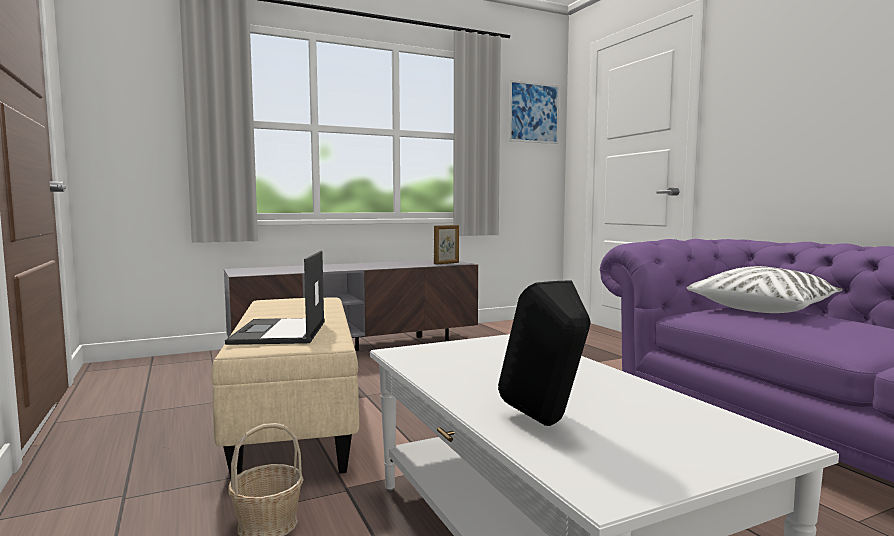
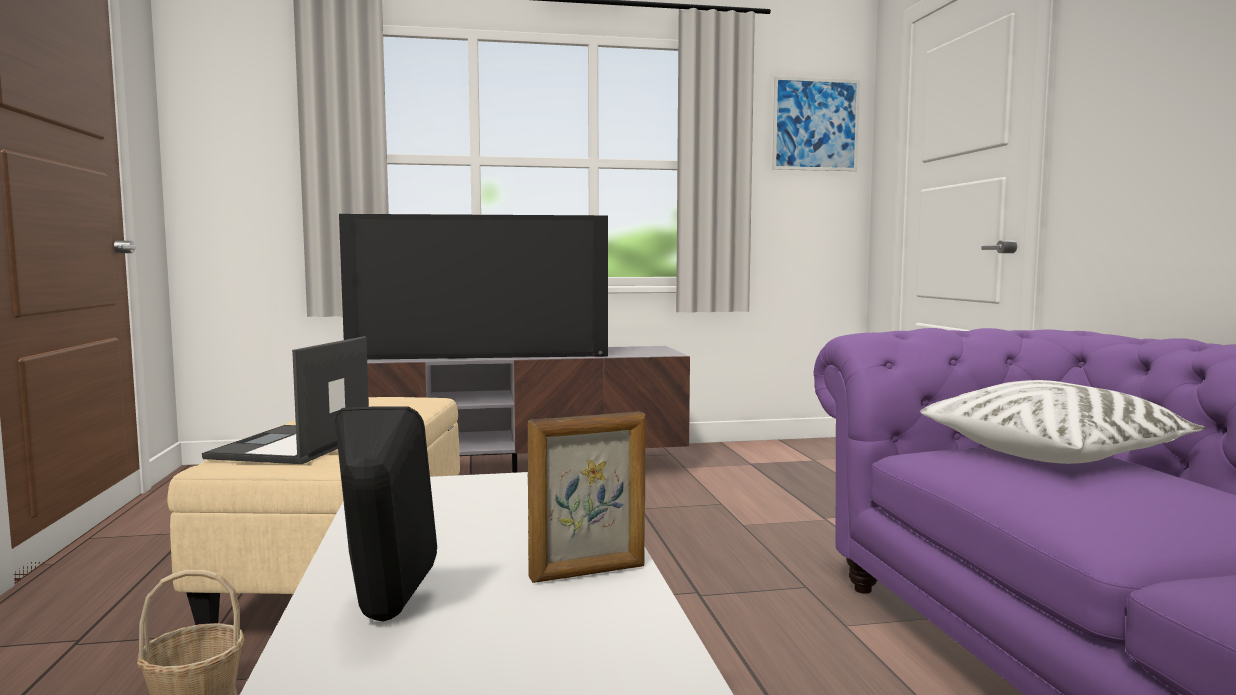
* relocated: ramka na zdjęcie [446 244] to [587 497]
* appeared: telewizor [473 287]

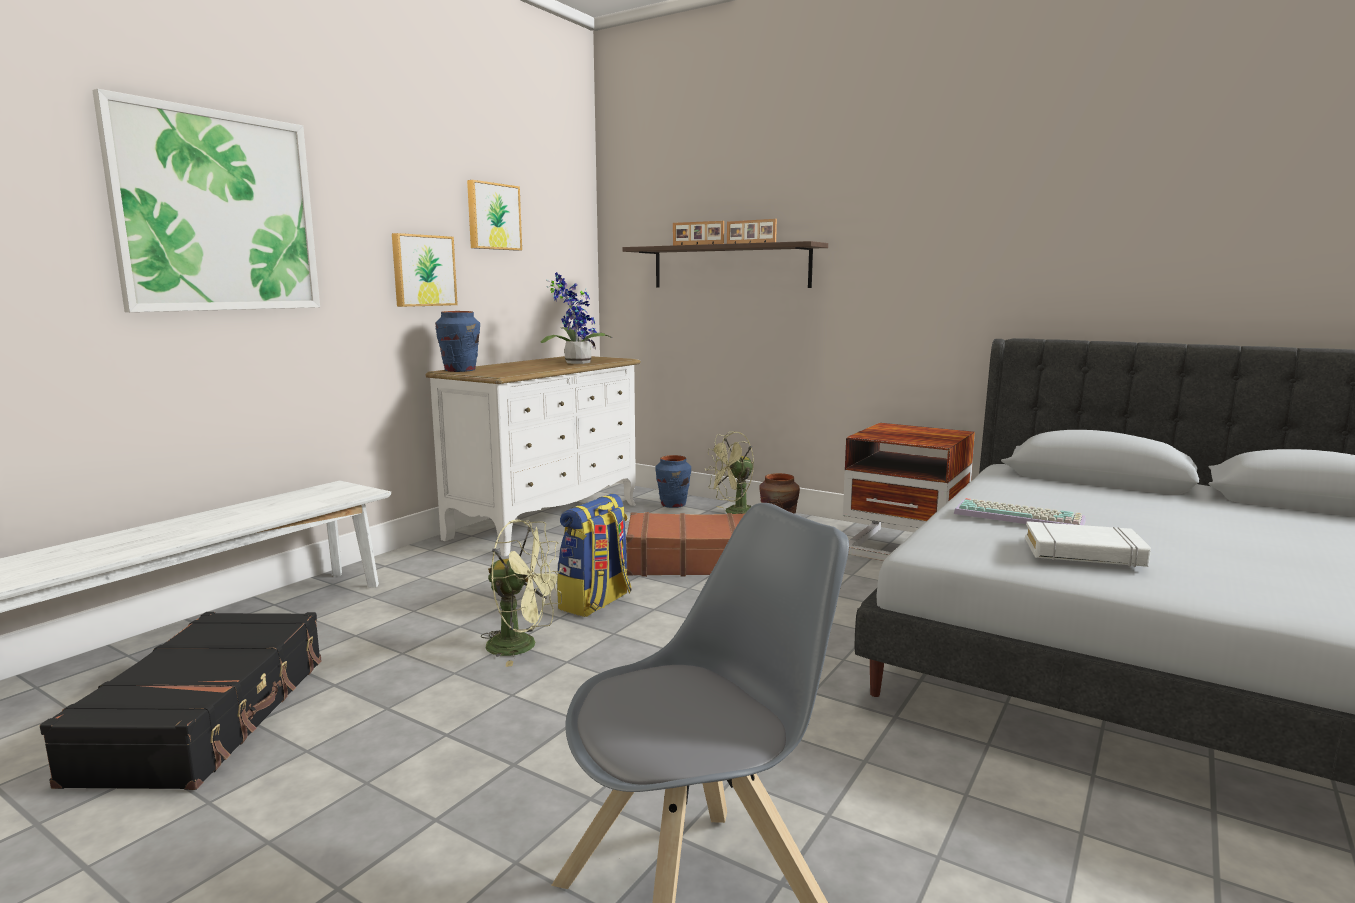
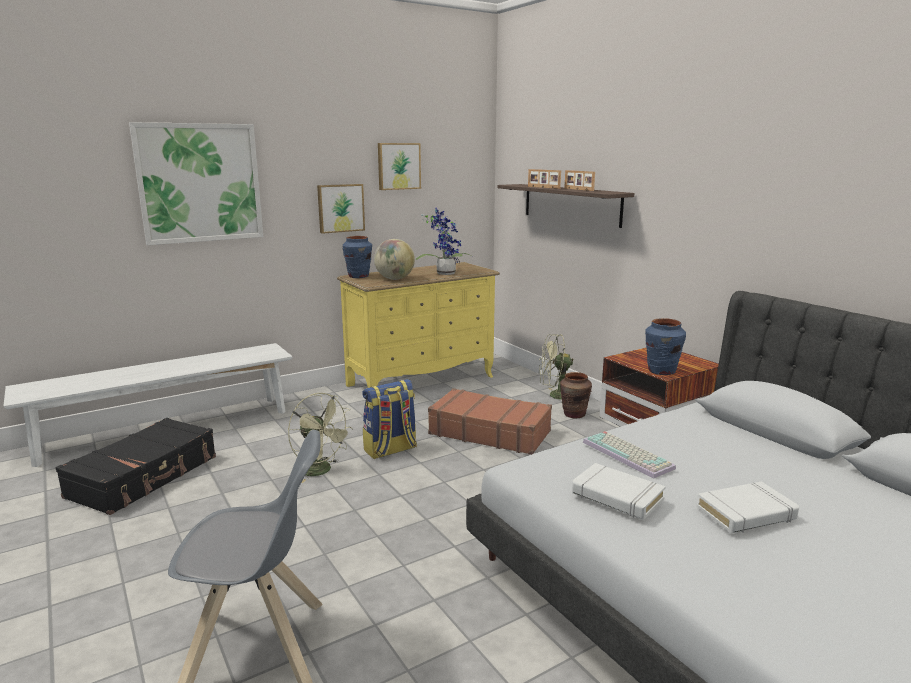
* colour: komoda (biały) [533 456] to komoda (żółty) [418 325]
* relocated: wazon (niebieski) [673 481] to [665 346]
* appeared: globus [394 259]
* appeared: książka (biały) [747 507]

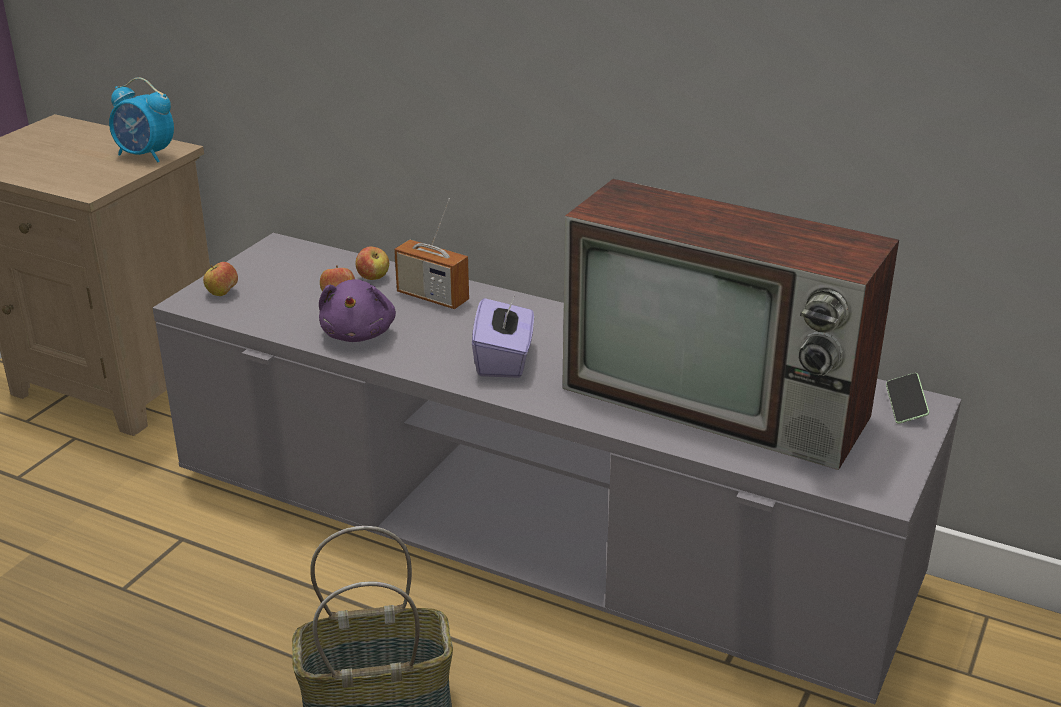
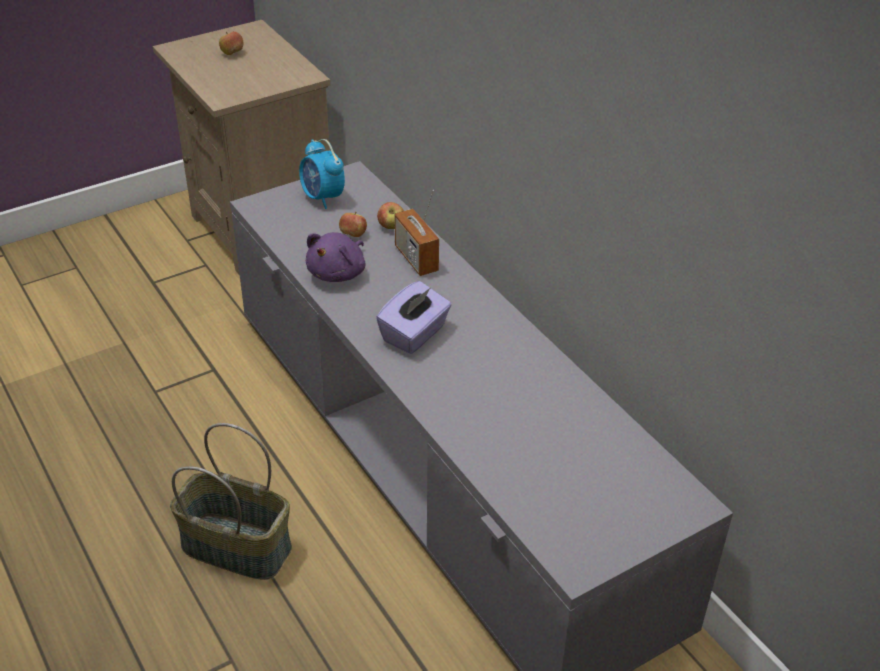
* relocated: budzik [141 119] to [322 174]
* relocated: jabłko [220 279] to [231 43]
* missing: telewizor [730 324]
* missing: telefon [907 398]

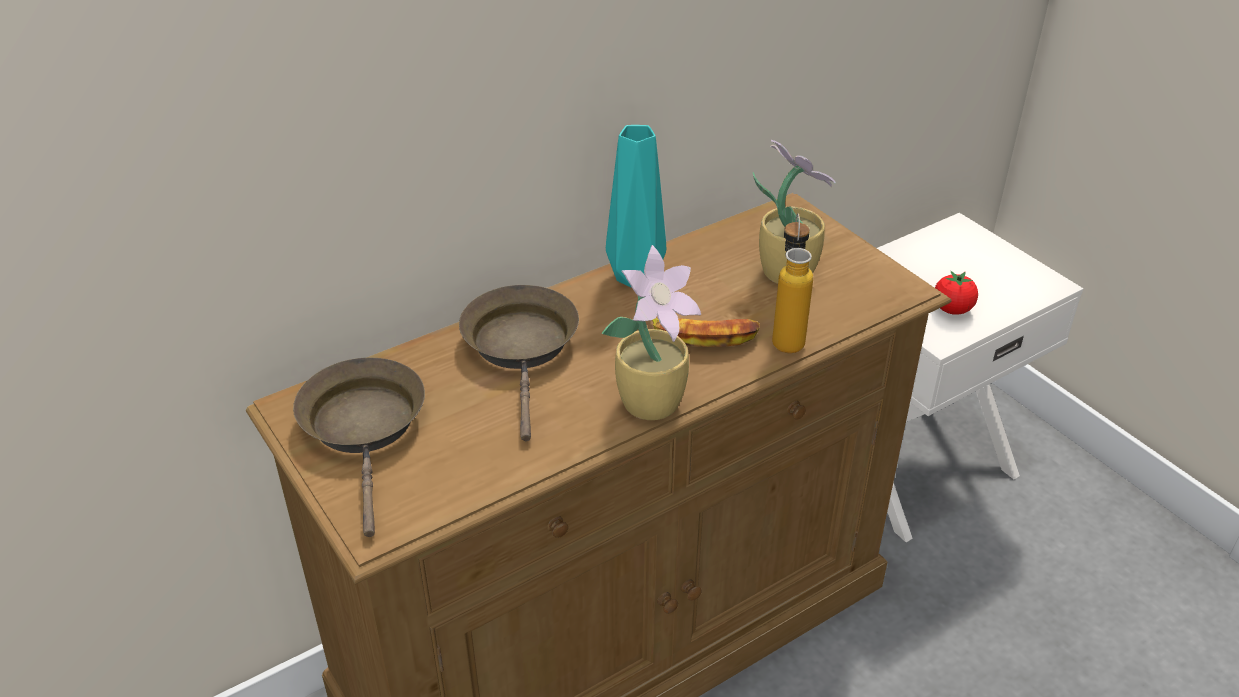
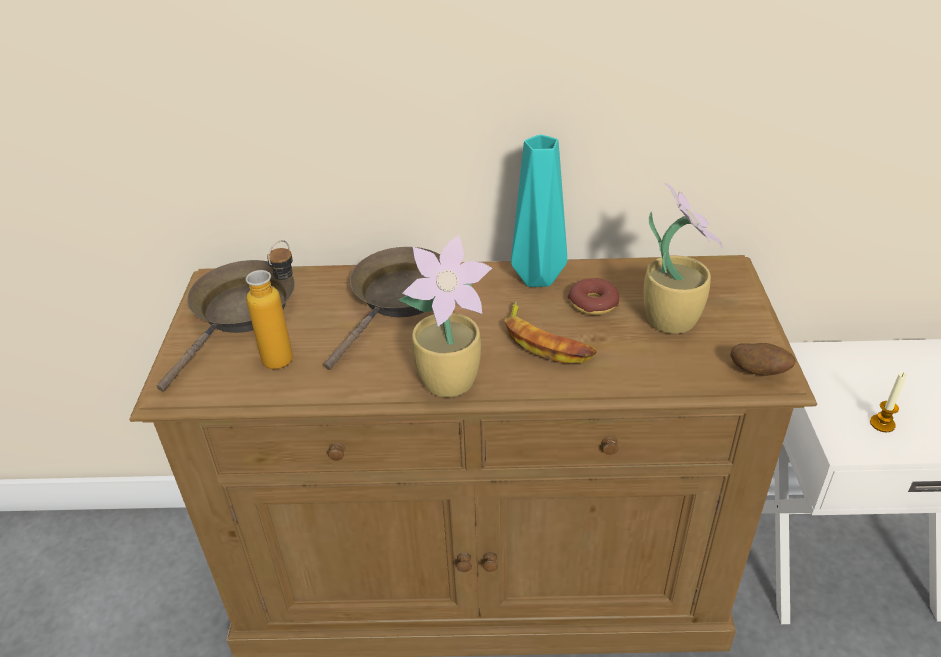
* relocated: butelka [792 283] to [269 304]
* exchanged: pomidor [956 293] to świeca [888 402]
* appeared: donut [593 296]
* appeared: ziemniak [763 359]

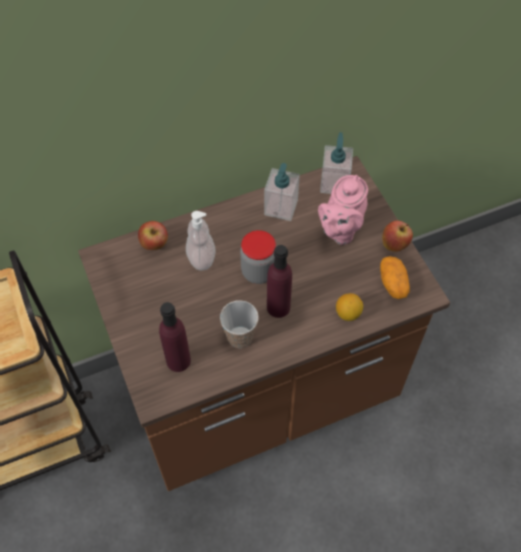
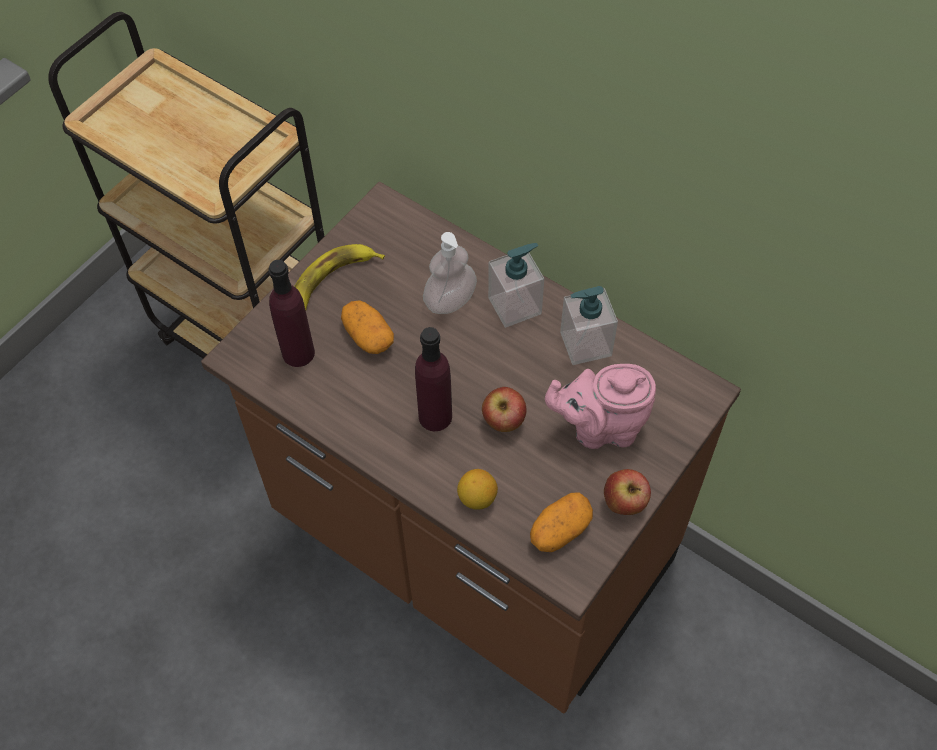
* relocated: jabłko [153 235] to [504 409]
* missing: filiżanka [239 324]
* missing: słoik [258 257]
* relocated: dozownik mydła [336 163] to [516 285]
* appeared: banan [339 277]
* appeared: ziemniak [367 327]

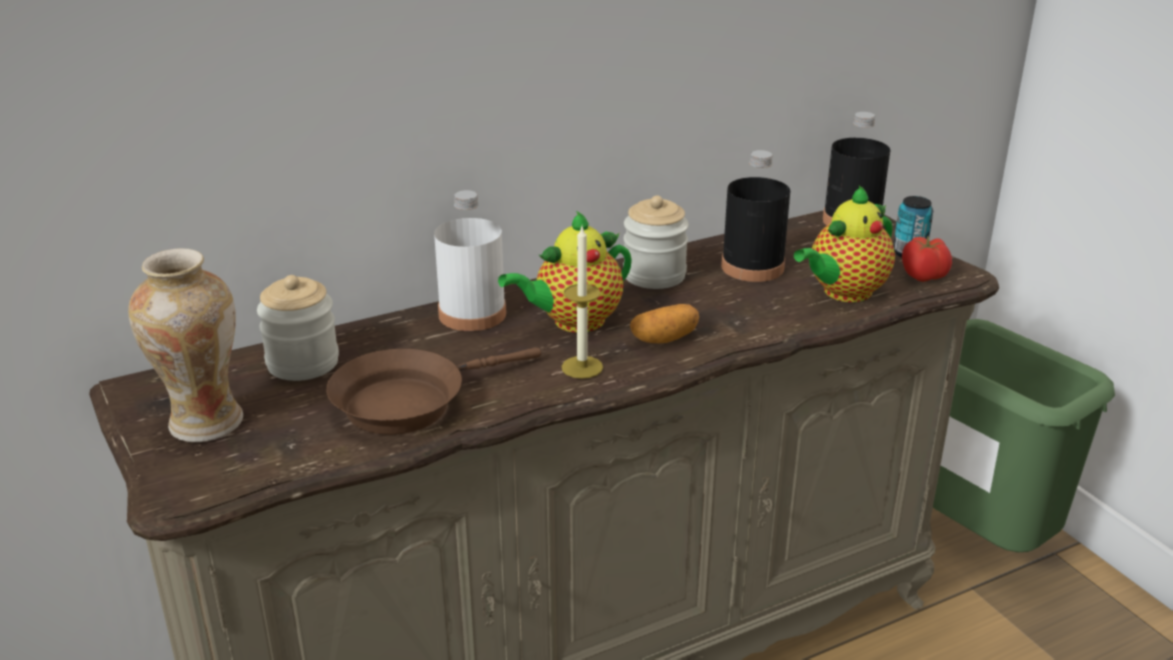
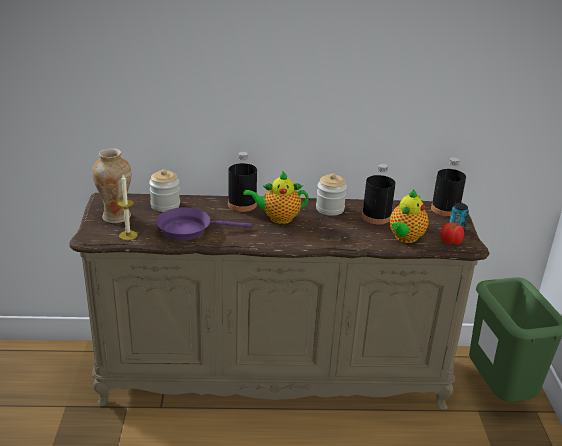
* colour: patelnia (brązowy) [433 391] to patelnia (fioletowy) [203 224]
* colour: butelka (biały) [470 260] to butelka (czarny) [242 182]
* relocated: świeca [582 303] to [127 207]
* missing: ziemniak [664 323]
* spun: imbryk [844 244] = [409 216] 45 degrees counterclockwise

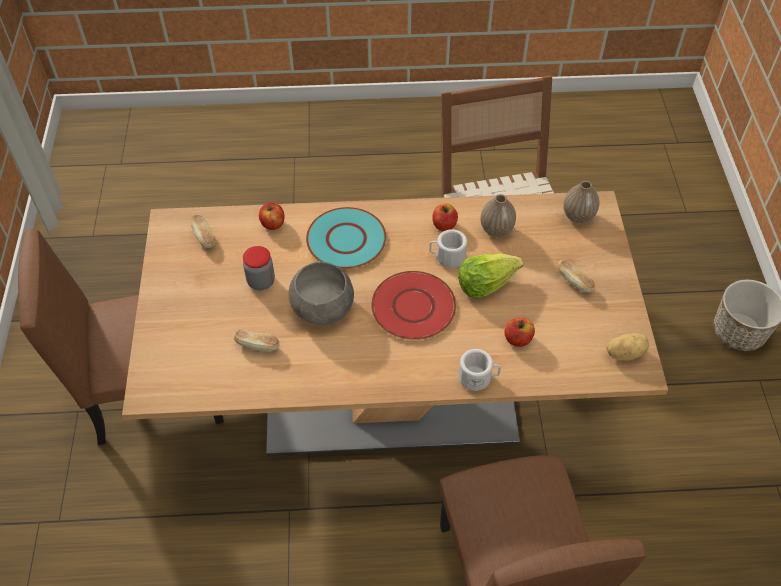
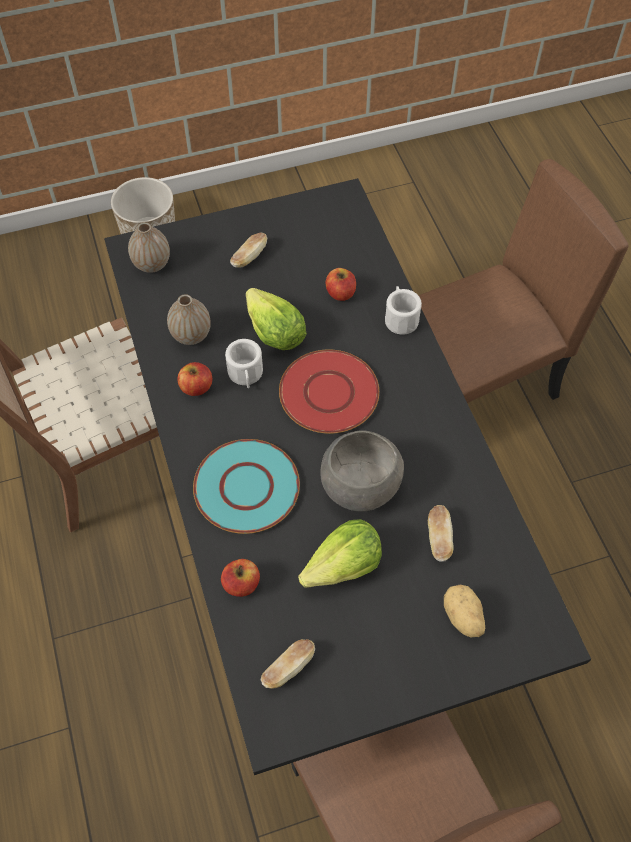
* colour: stół jadalny (beżowy) [395 323] to stół jadalny (czarny) [347 476]
* exchanged: słoik [259 268] to sałata [340 553]
* relocated: ziemniak [627 347] to [464 611]

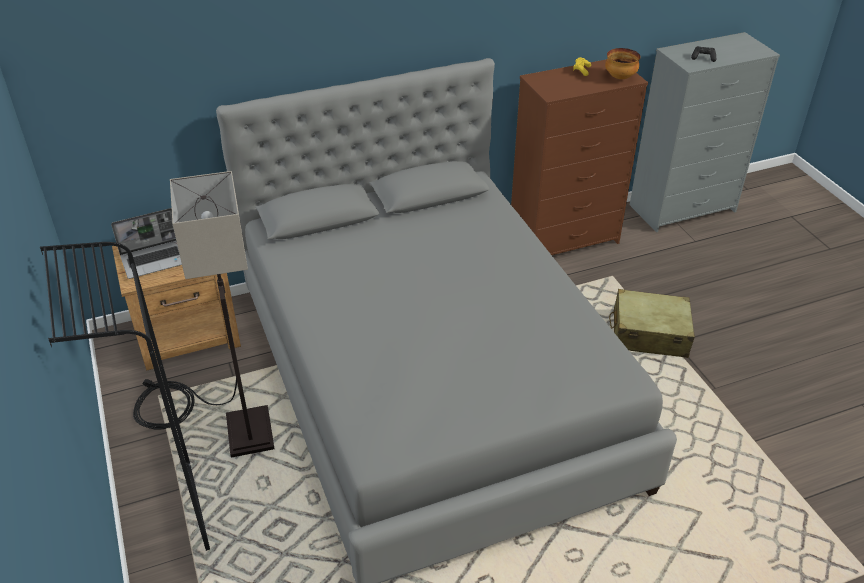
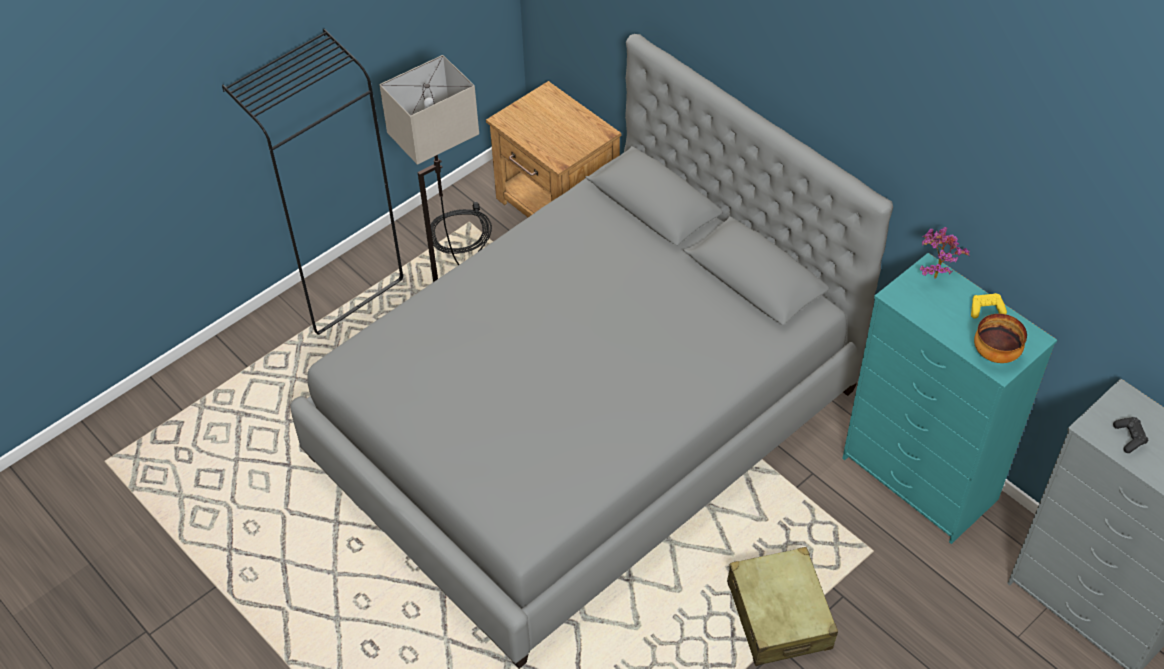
* missing: laptop [146 243]
* colour: komoda (brązowy) [579 157] to komoda (turkusowy) [949 398]
* appeared: roślina doniczkowa [945 252]

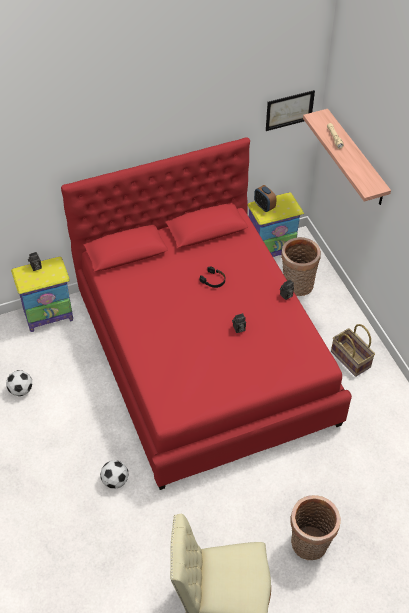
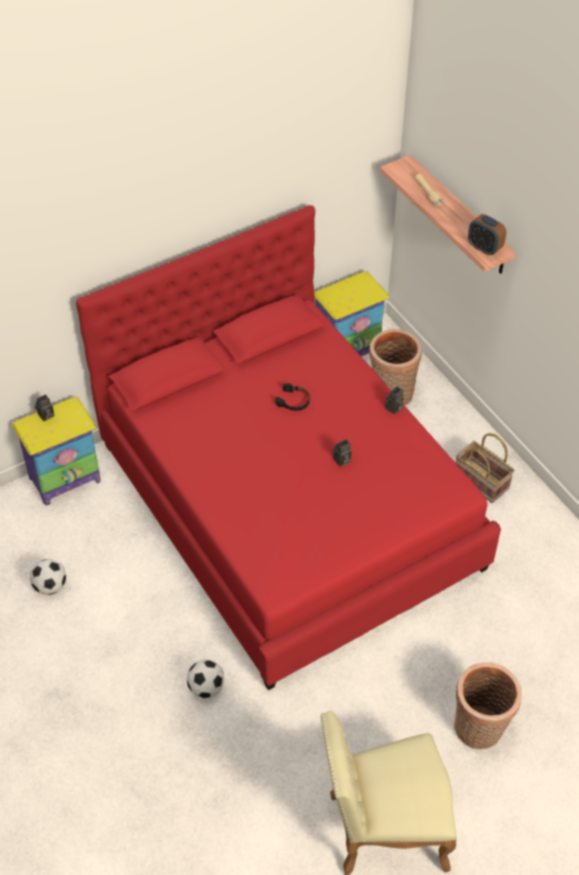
* relocated: budzik [265 198] to [487 235]
* missing: obraz [290 110]

